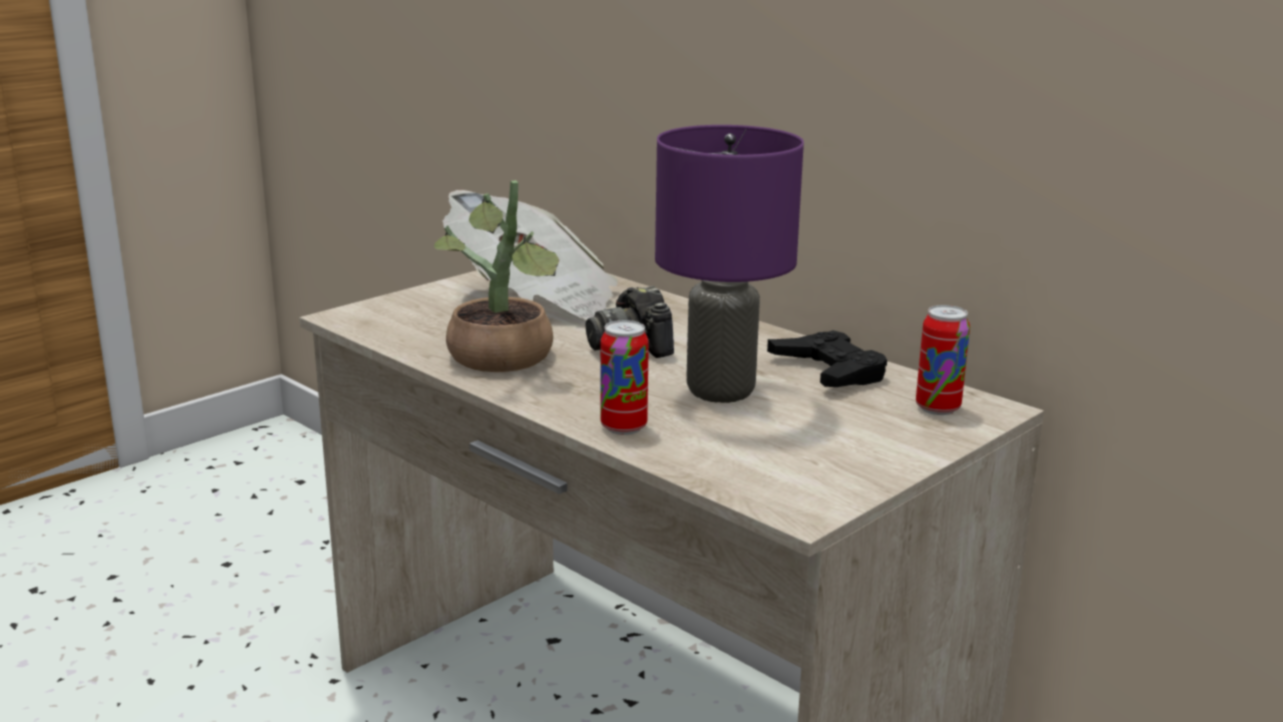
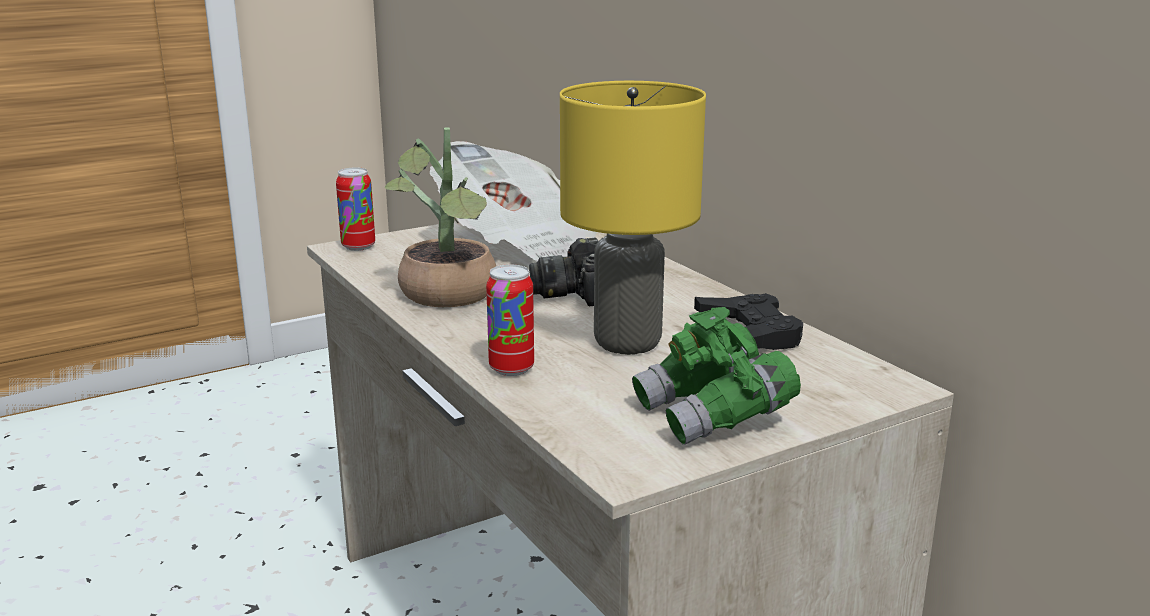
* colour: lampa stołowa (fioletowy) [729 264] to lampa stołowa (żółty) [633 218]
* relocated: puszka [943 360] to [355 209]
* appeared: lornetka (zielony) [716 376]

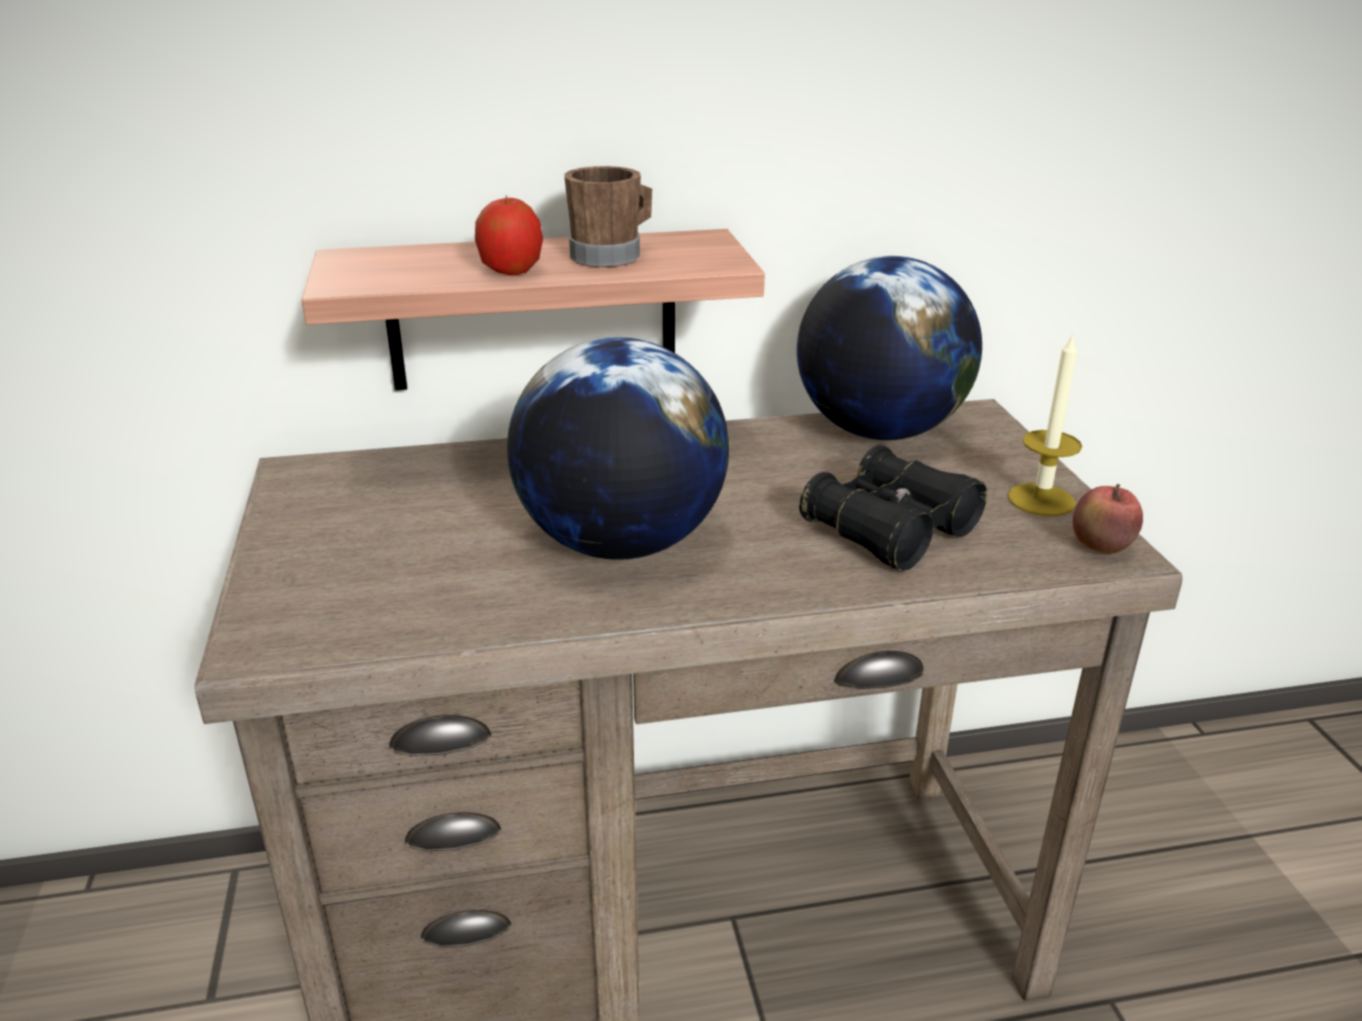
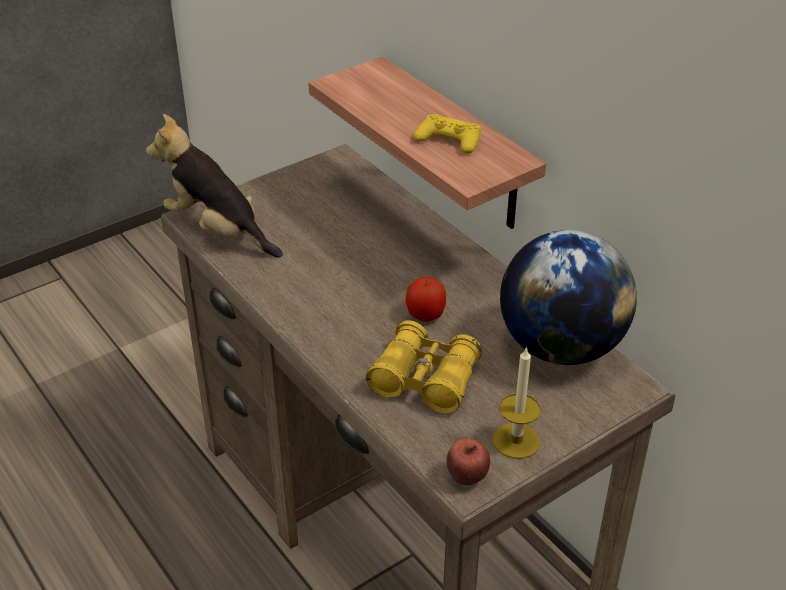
* relocated: jabłko [509 235] to [425 299]
* missing: globus [618 448]
* exchanged: kubek (brązowy) [608 216] to pad do gier (żółty) [447 134]
* colour: lornetka (czarny) [893 508] to lornetka (żółty) [424 367]
* appeared: pluszak [214 186]

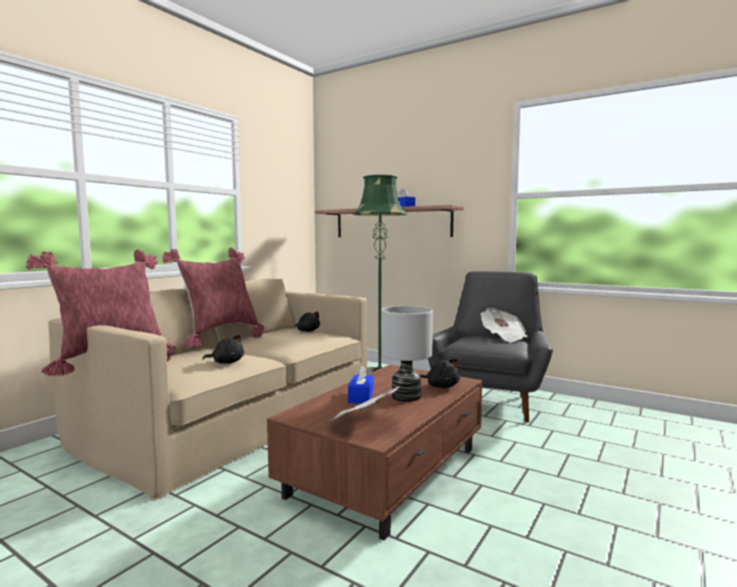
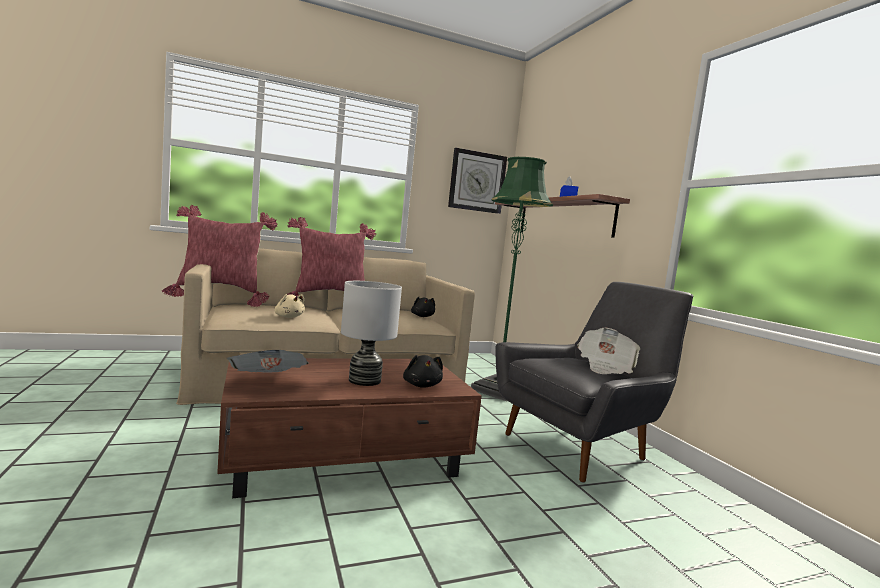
* colour: pluszak (czarny) [223 349] to pluszak (beżowy) [290 306]
* missing: pudełko chusteczek (niebieski) [360 384]
* appeared: zegar ścienny [477 181]

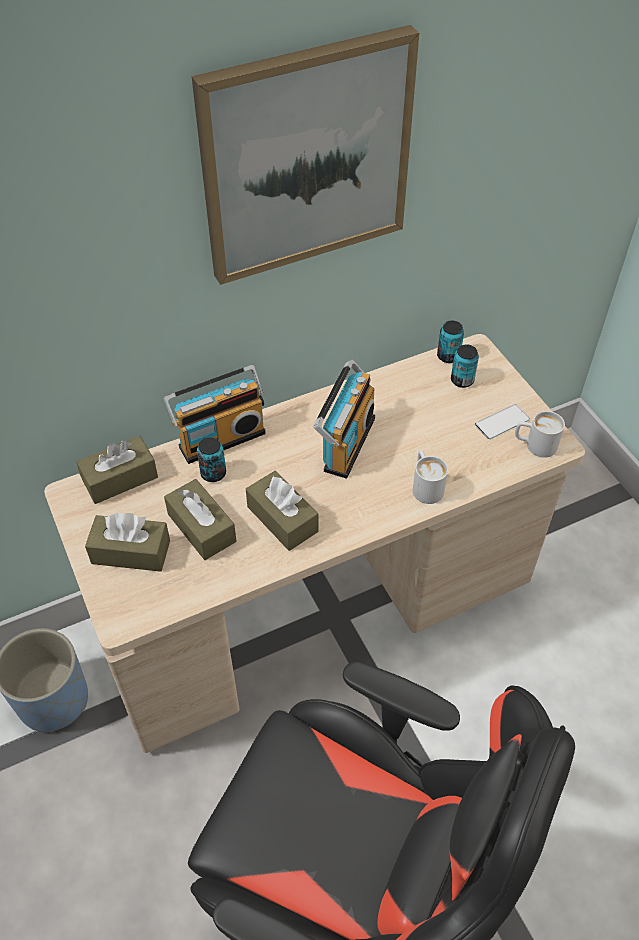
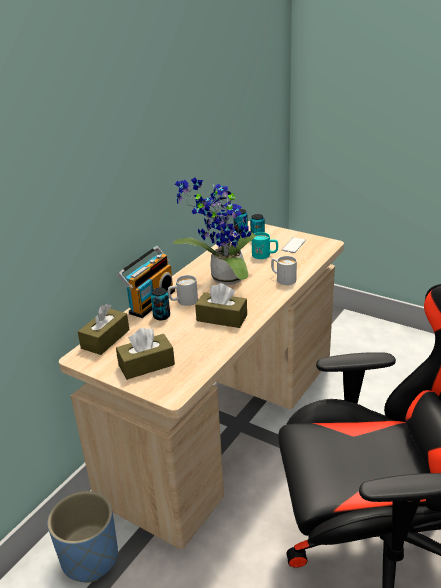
* missing: pudełko chusteczek (brązowy) [200 519]
* missing: obraz [305 155]
* exchanged: radio [344 419] to roślina doniczkowa [214 231]
* relocated: kubek (biały) [540 434] to [183 290]
* appeared: kubek (turkusowy) [265 245]

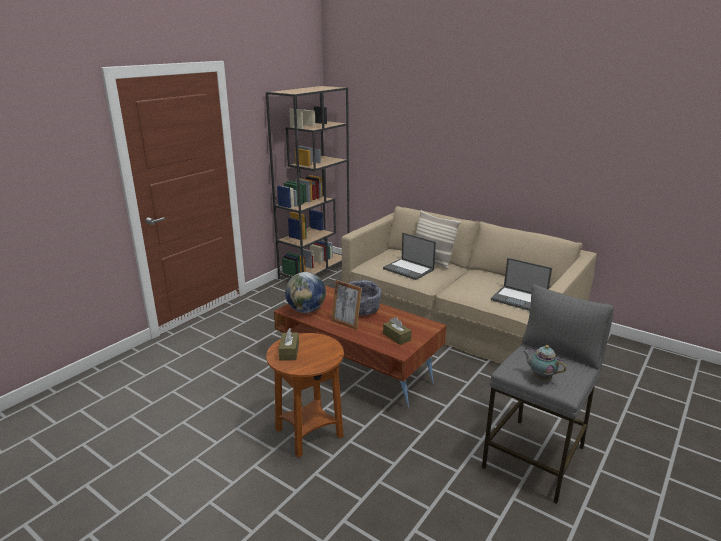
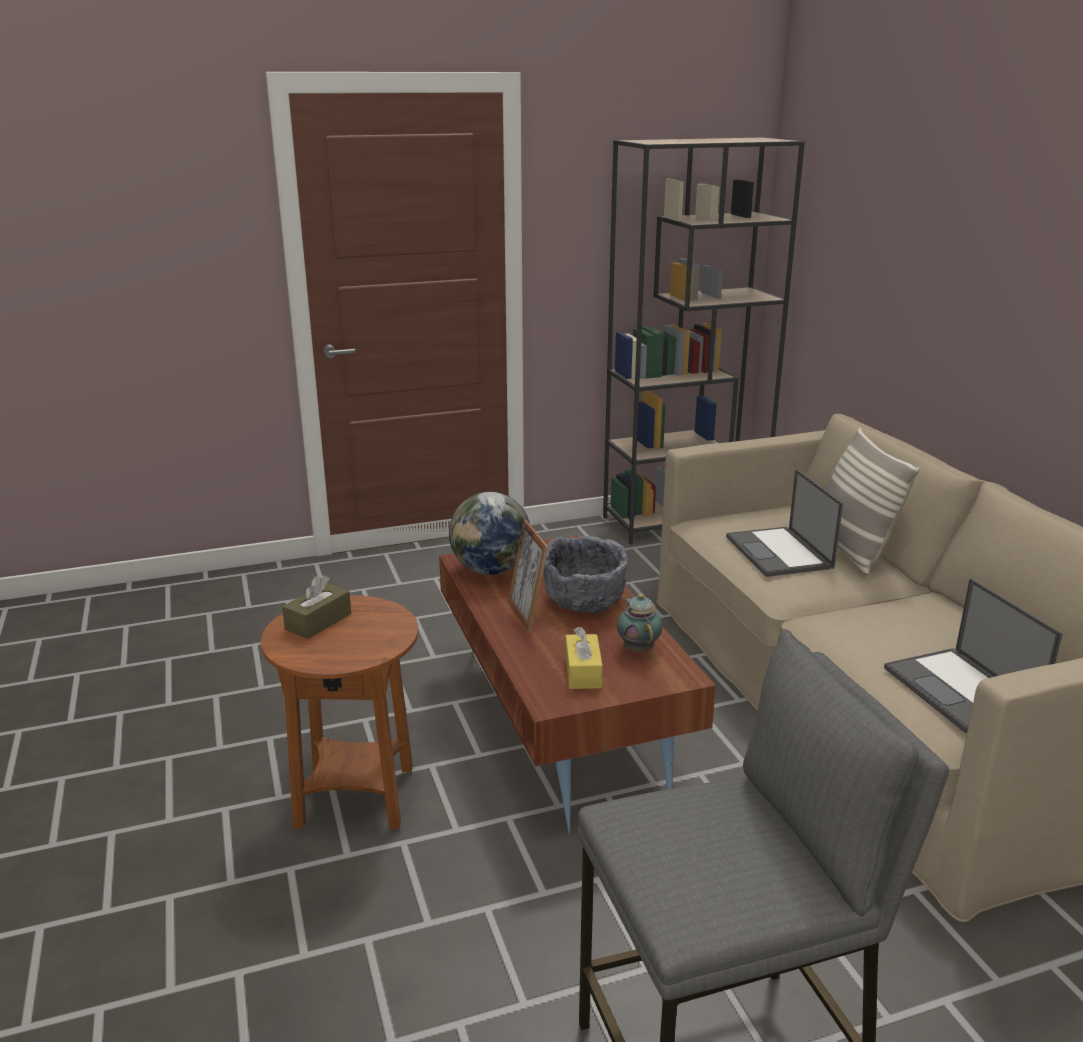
* colour: pudełko chusteczek (brązowy) [397 331] to pudełko chusteczek (żółty) [584 658]
* relocated: imbryk [544 362] to [639 623]

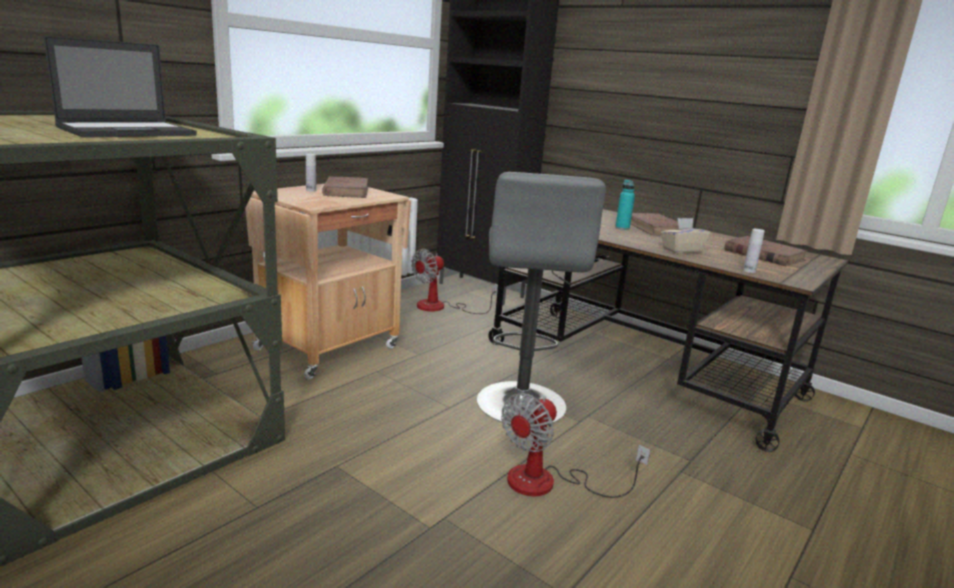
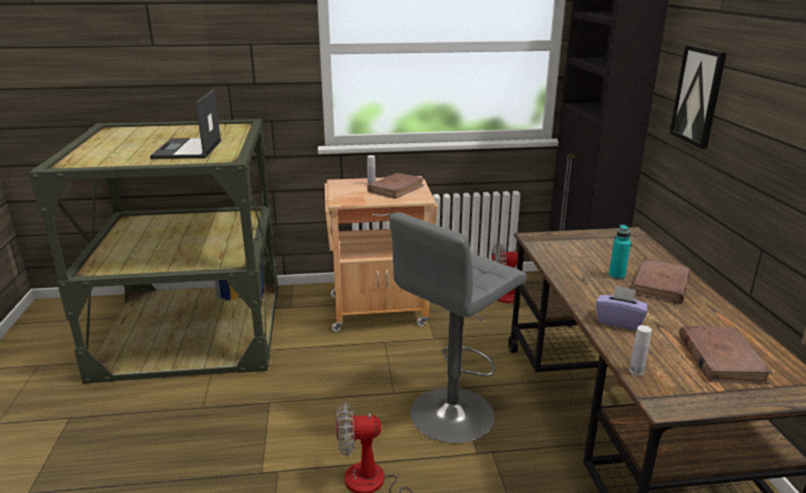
* spun: laptop [120 87] = [185 124] 90 degrees clockwise
* colour: pudełko chusteczek (beżowy) [685 235] to pudełko chusteczek (fioletowy) [622 308]
* appeared: obraz [698 97]

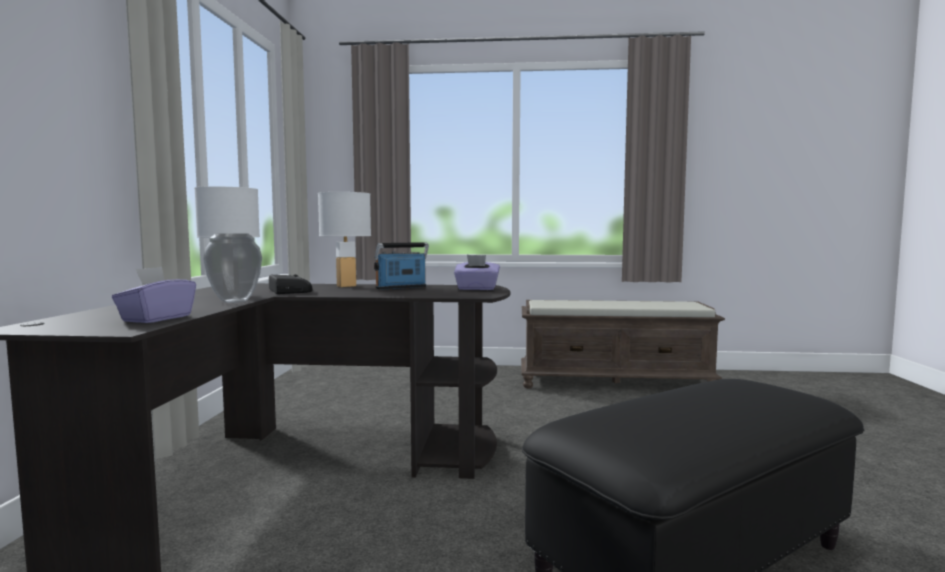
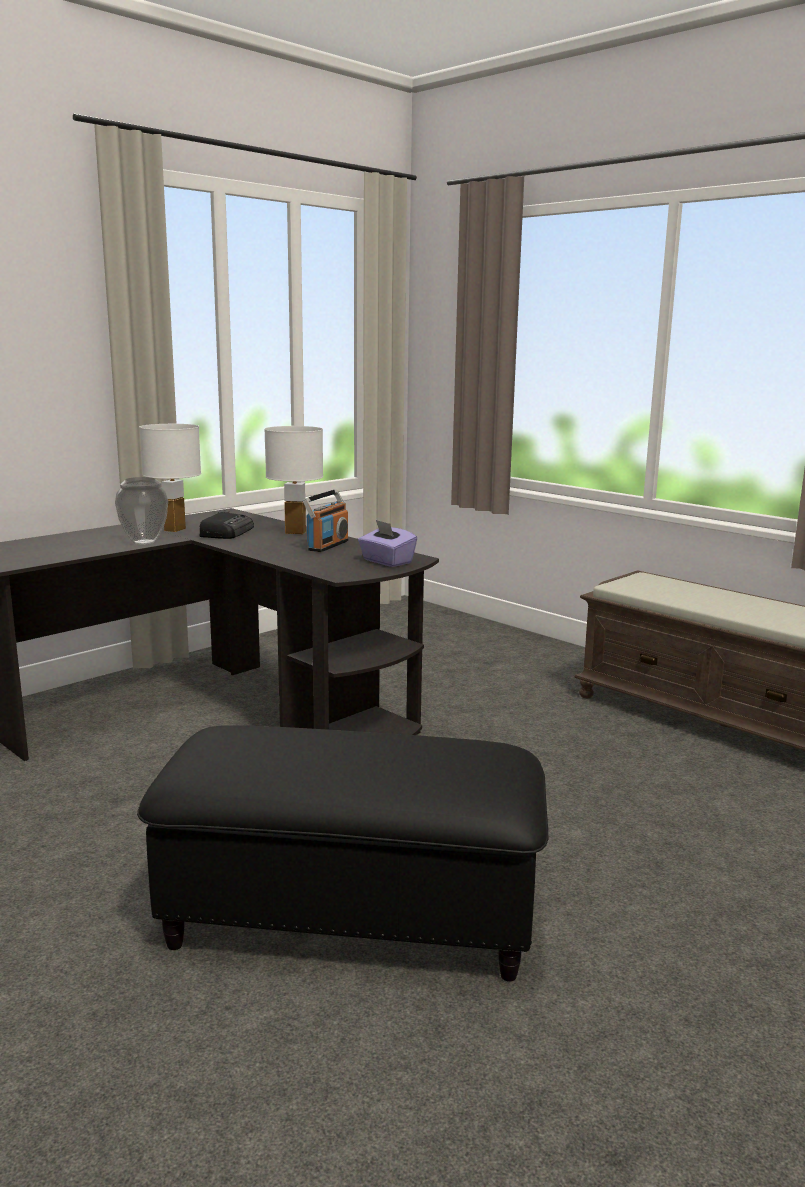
* missing: pudełko chusteczek (fioletowy) [154 294]
* spun: radio [401 266] = [326 520] 105 degrees clockwise

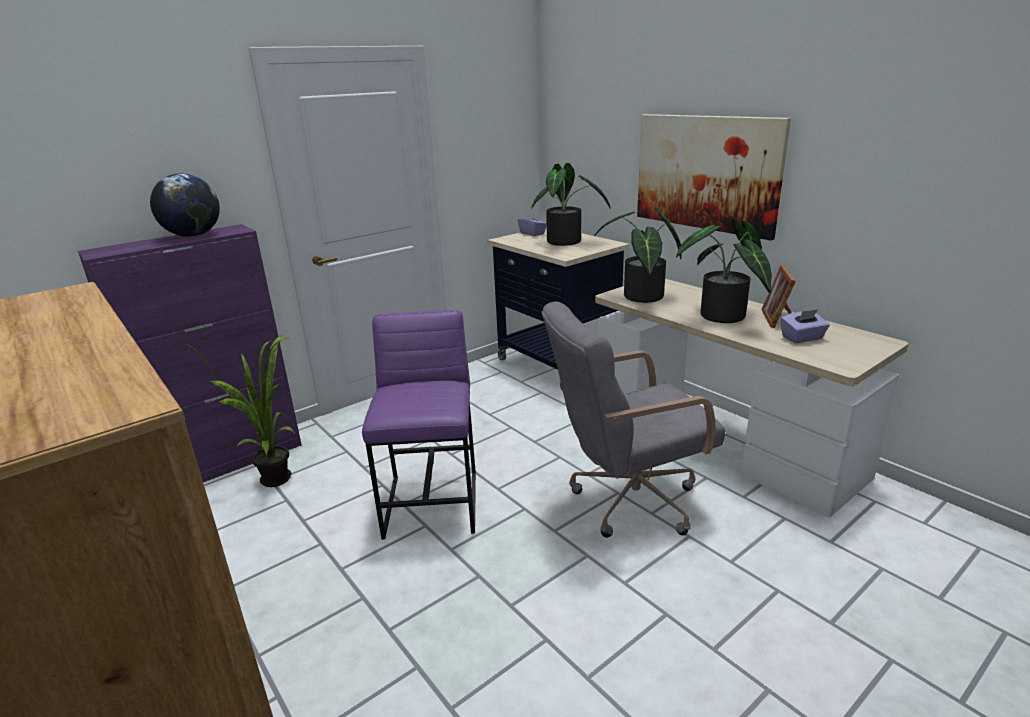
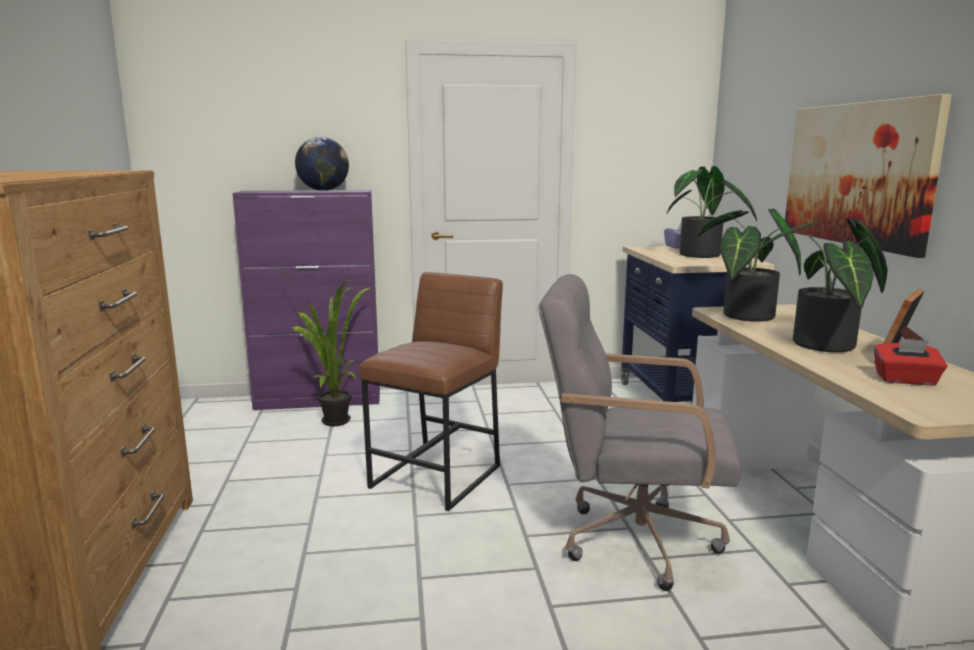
* colour: krzesło (fioletowy) [419 424] to krzesło (brązowy) [431 391]
* colour: pudełko chusteczek (fioletowy) [805 326] to pudełko chusteczek (czerwony) [911 361]

